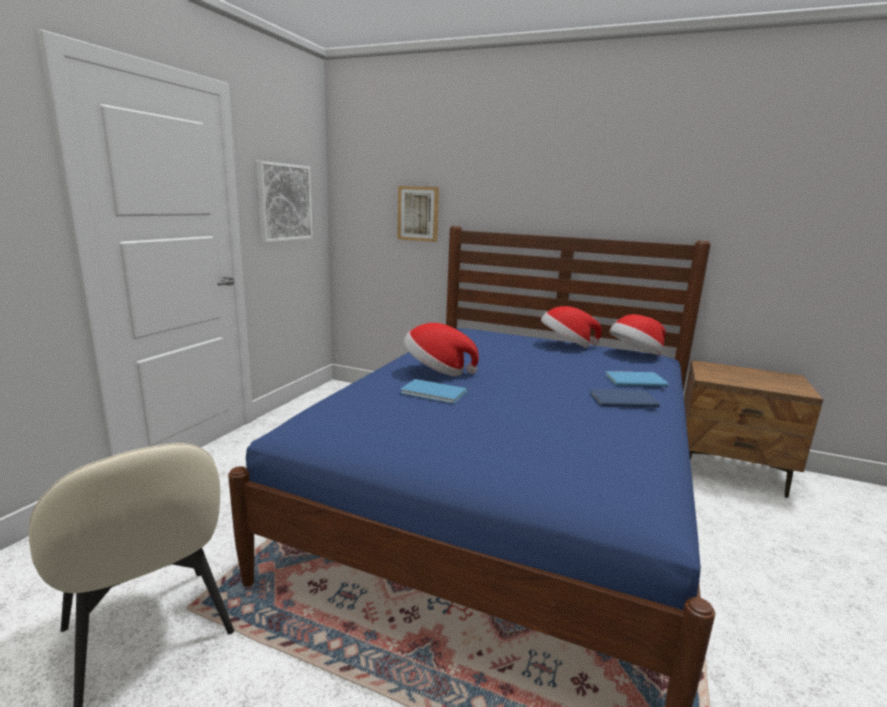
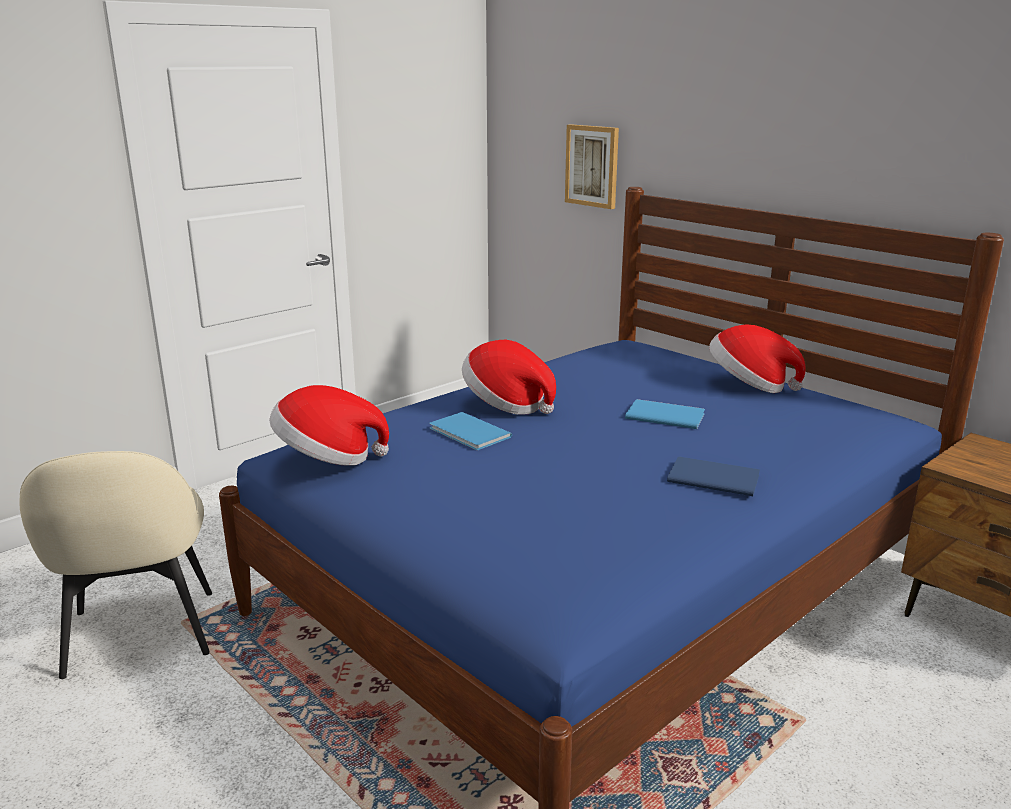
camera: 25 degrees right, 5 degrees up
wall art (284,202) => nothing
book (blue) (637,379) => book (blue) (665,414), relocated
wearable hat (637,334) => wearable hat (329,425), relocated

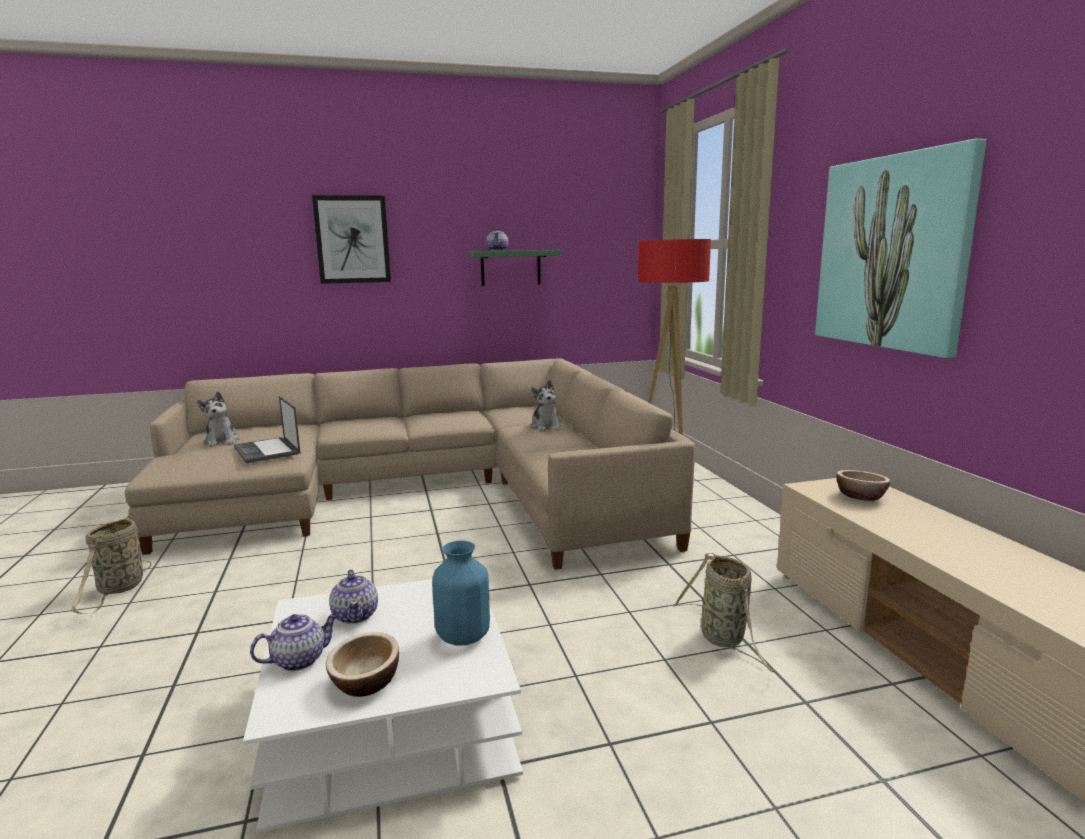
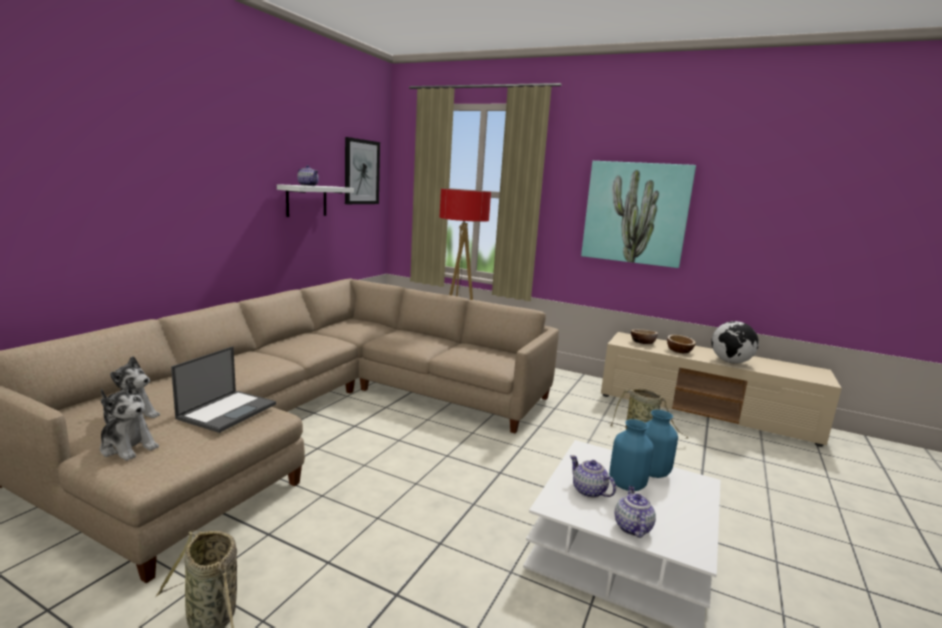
camera: 50 degrees left, 0 degrees up
portable computer (267,429) => portable computer (223,389), 75 degrees counterclockwise
wall art (351,239) => wall art (362,170), relocated
serving bowl (362,664) => serving bowl (681,344), relocated
pot for tea (353,597) => pot for tea (593,476), 150 degrees counterclockwise
shelf (green) (514,268) => shelf (whitish) (315,200)
cuddly toy (546,406) => cuddly toy (129,421), relocated
nothing => decorative vase (blue) (631,455)
nothing => desk globe (735,342)

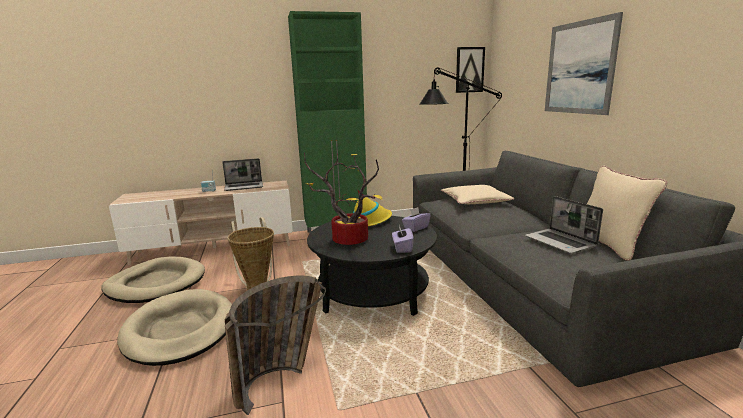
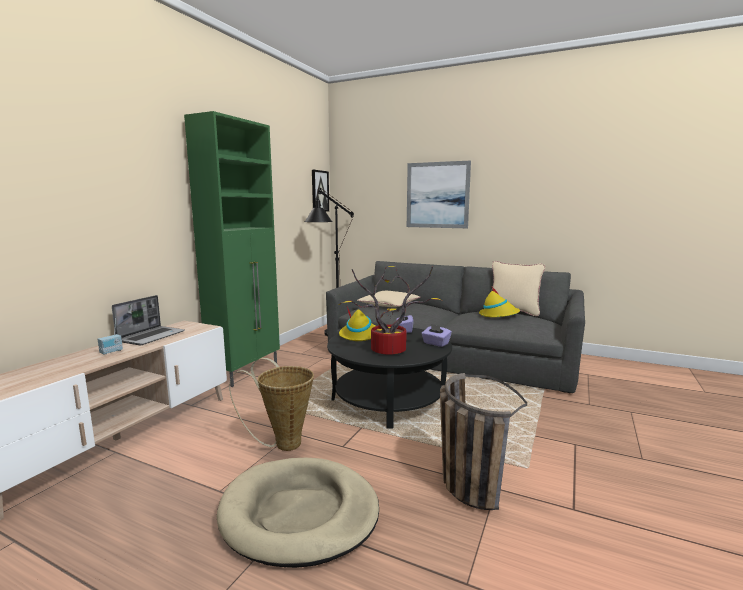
camera: 50 degrees left, 5 degrees down
dog bed (beige) (153,279) => nothing
portable computer (564,225) => wearable hat (yellowish) (499,302)

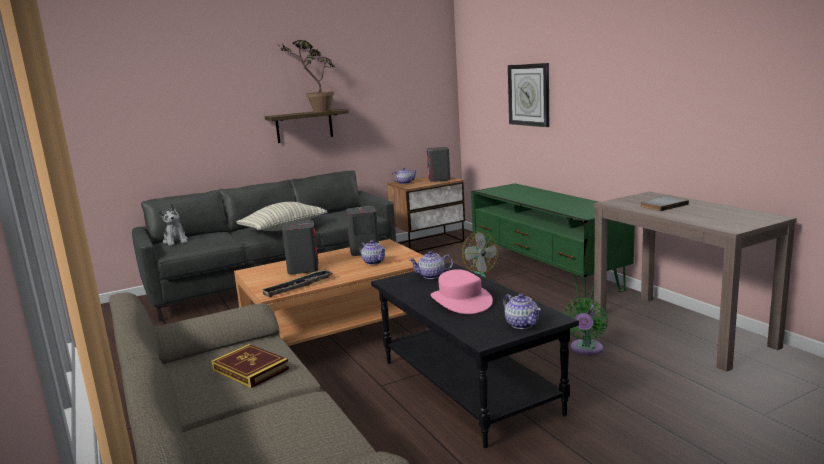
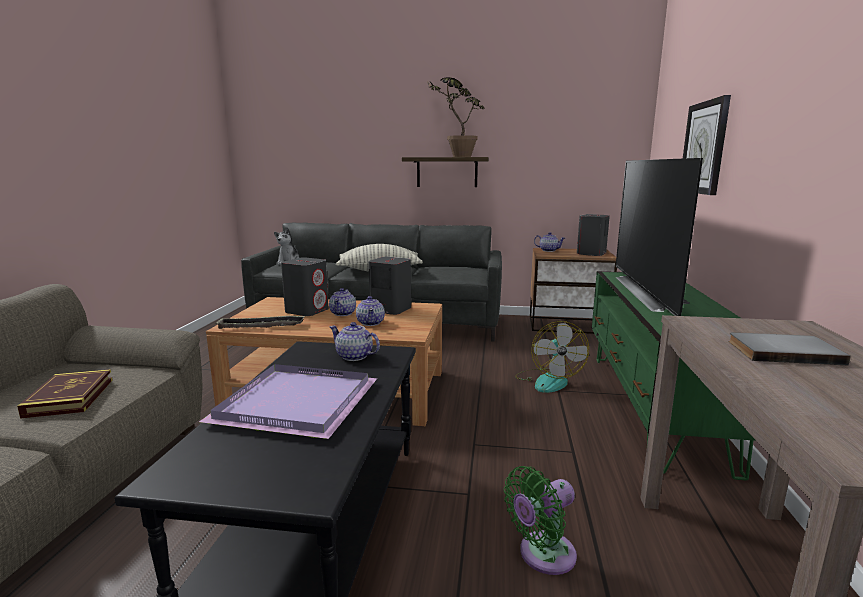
camera: 35 degrees right, 0 degrees up
wearable hat (pinkish) (462,291) => carrying tray (purple) (288,401)
pot for tea (522,311) => pot for tea (342,302), relocated
nothing => TV (659,237)

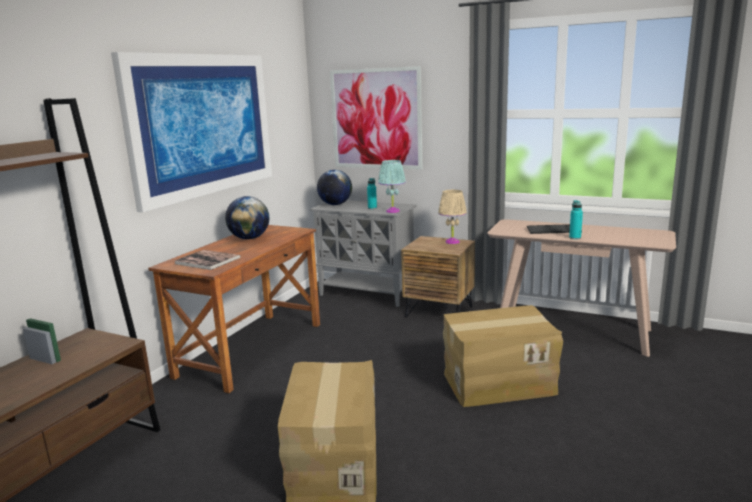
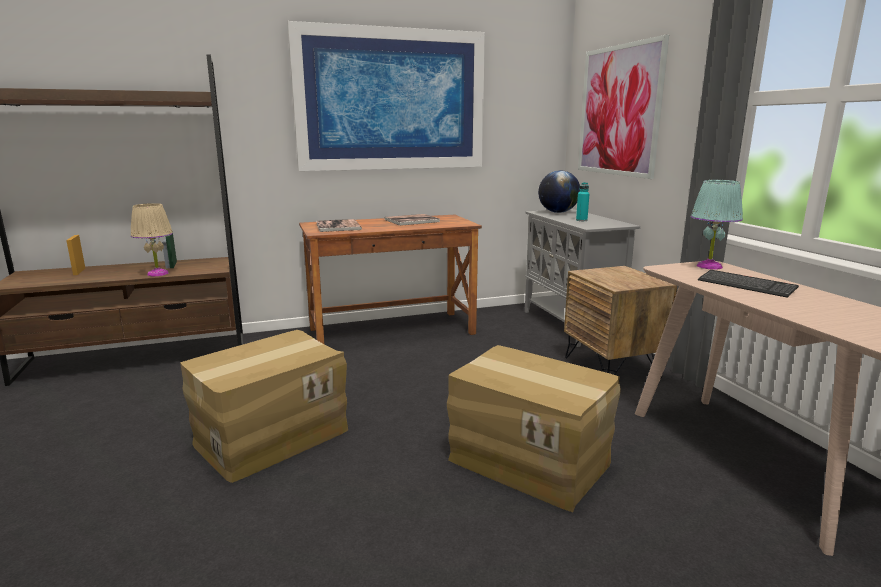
camera: 45 degrees right, 0 degrees up
desk globe (247,218) => book (412,220)
table lamp (turquoise) (392,186) => table lamp (turquoise) (717,225), relocated
table lamp (beige) (452,217) => table lamp (beige) (151,240), relocated
drink bottle (turquoise) (576,219) => nothing

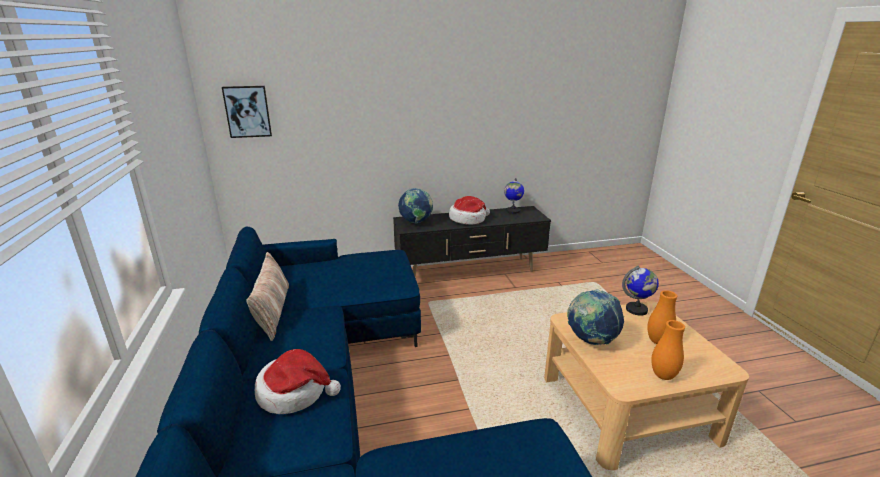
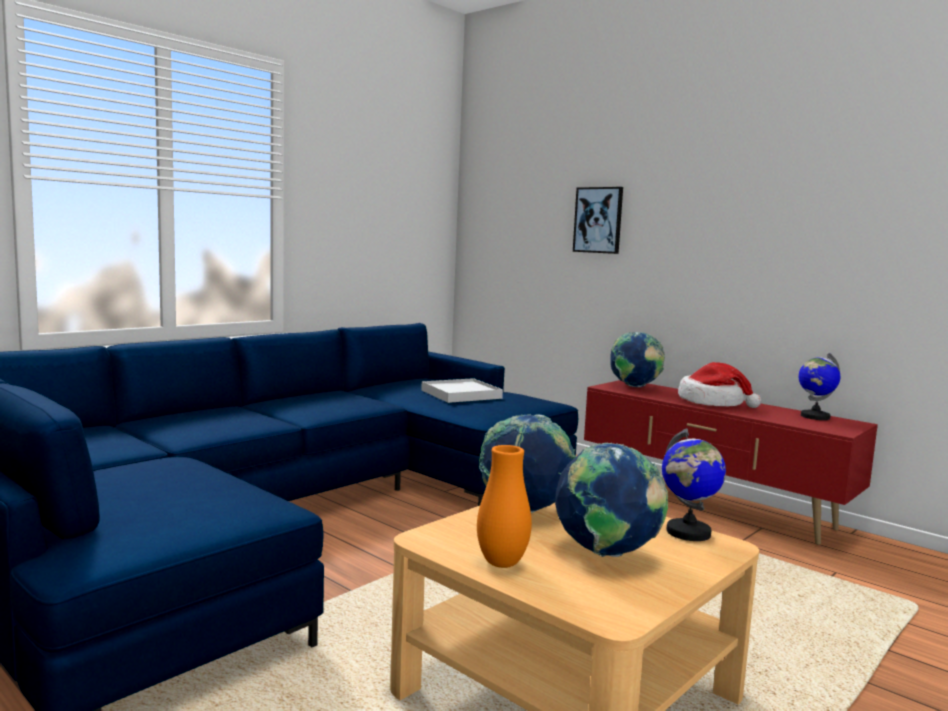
camera: 55 degrees right, 15 degrees down
wall art (247,112) => wall art (598,220), relocated
cushion (268,296) => nothing
wearable hat (298,381) => nothing
tv unit (black-coloured) (472,241) => tv unit (reddish) (731,462)
decorative vase (orange-coloured) (662,317) => desk globe (611,499)
nothing => carrying tray (whitish) (462,390)

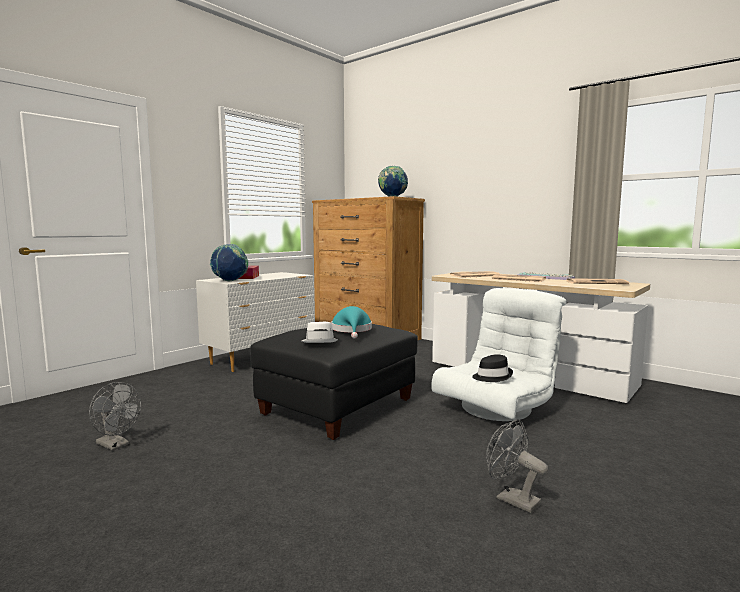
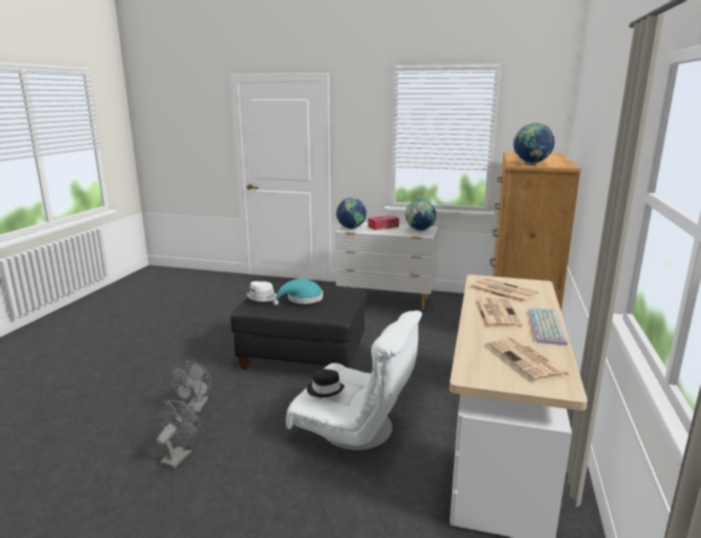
camera: 65 degrees right, 10 degrees up
fan (greyish) (115,416) => fan (greyish) (190,387), relocated
nothing => desk globe (420,215)

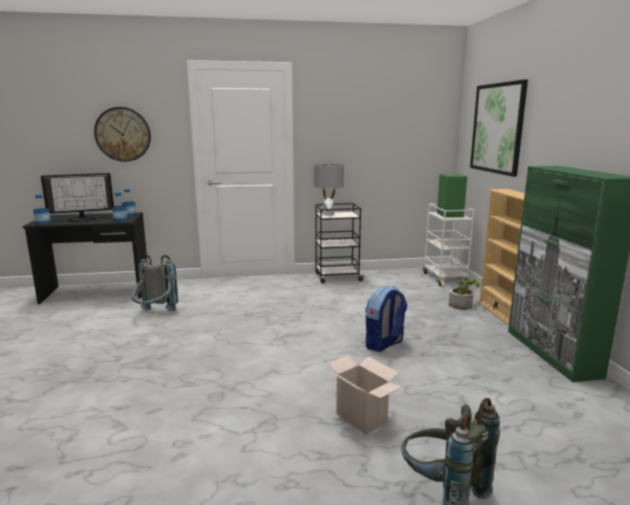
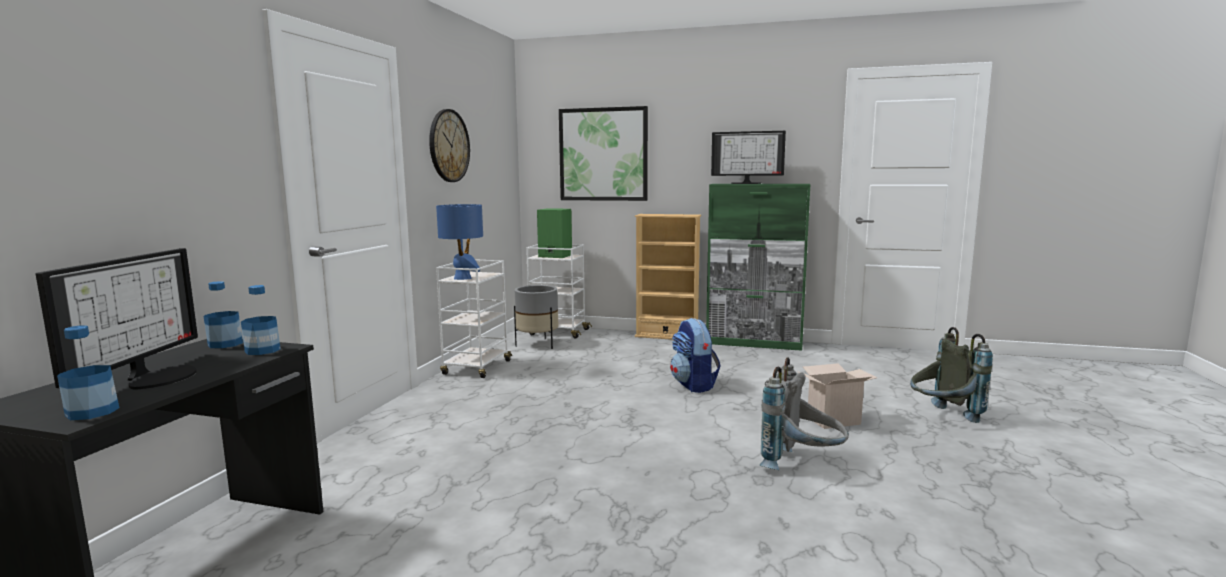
camera: 65 degrees left, 5 degrees down
clock on the wall (122,134) => clock on the wall (449,145), relocated
backpack (greyish) (155,283) => backpack (greyish) (804,413), relocated
table lamp (greyish) (329,190) => table lamp (blue) (459,242)
trolley (black-coloured) (339,243) => trolley (whitish) (474,318)
houseplant (465,295) => nothing
nothing => flower pot (greyish) (536,317)
nothing => monitor (748,157)

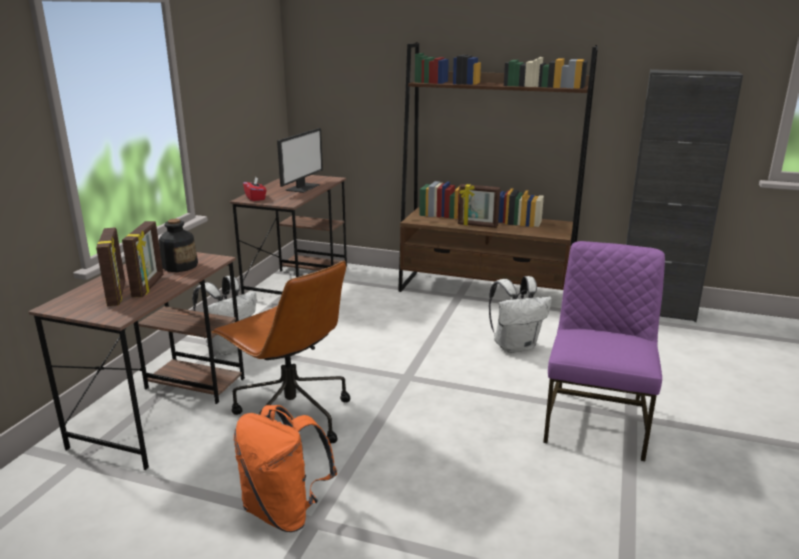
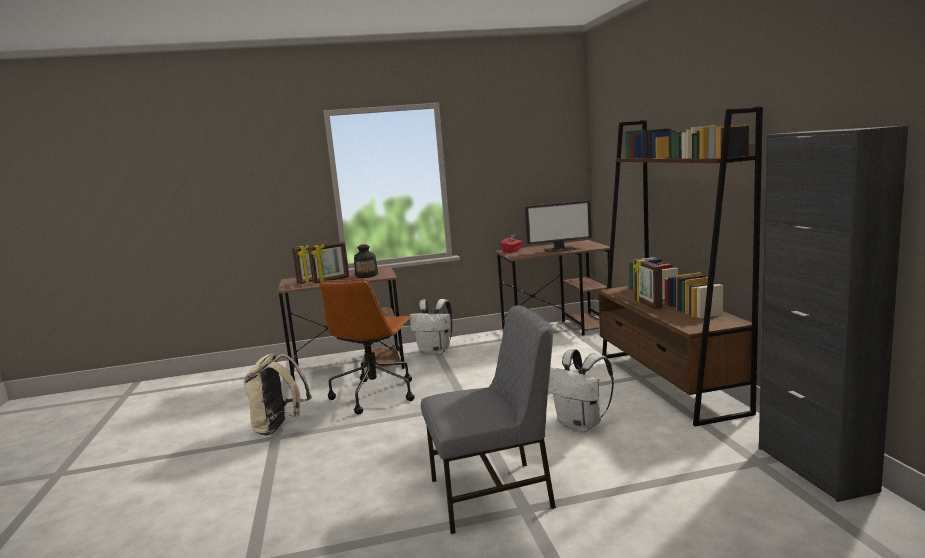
camera: 60 degrees right, 10 degrees down
backpack (orange-coloured) (285,468) => backpack (beige) (277,394)
plain chair (purple) (604,351) => plain chair (greyish) (488,419)

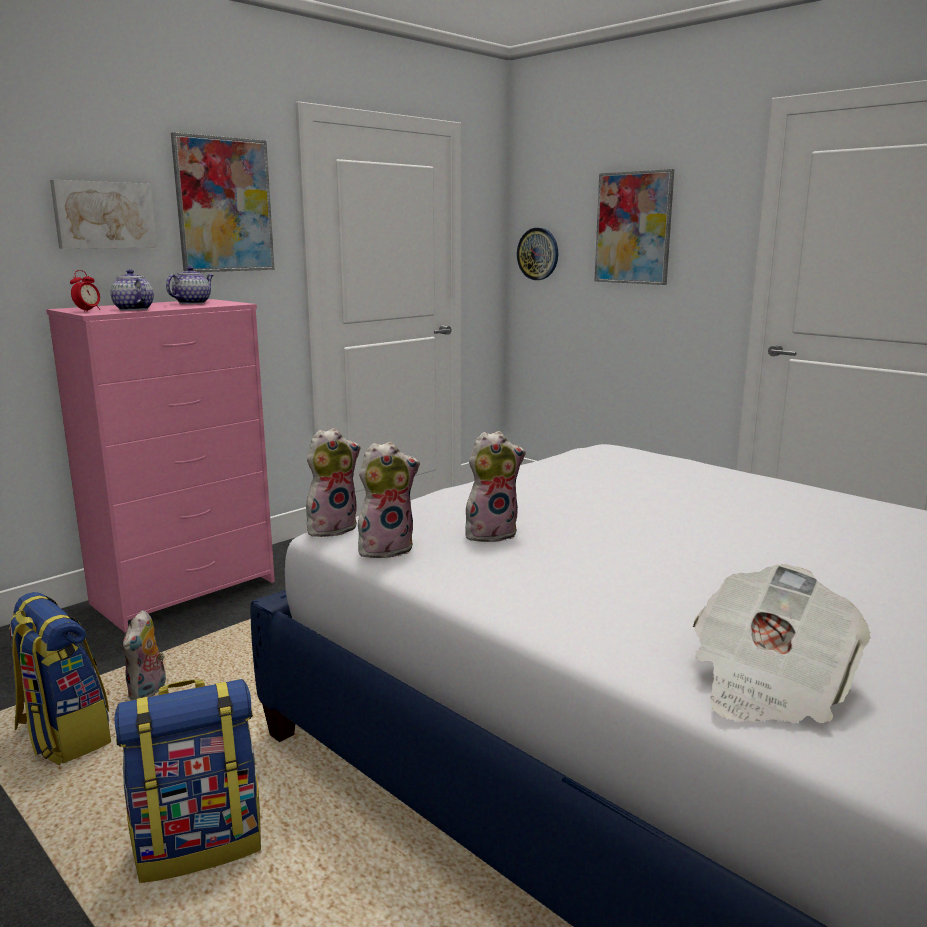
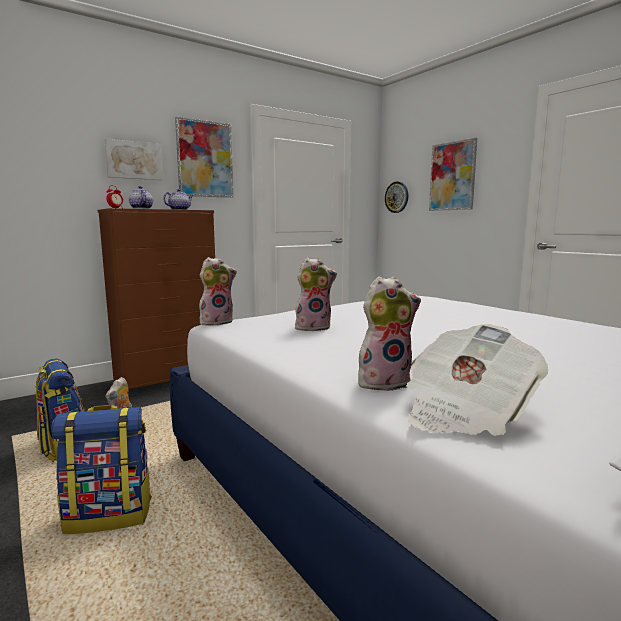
camera: 10 degrees right, 5 degrees down
chest of drawers (pinkish) (160,466) => chest of drawers (brown) (156,298)
cuddly toy (389,500) => cuddly toy (389,333), relocated

